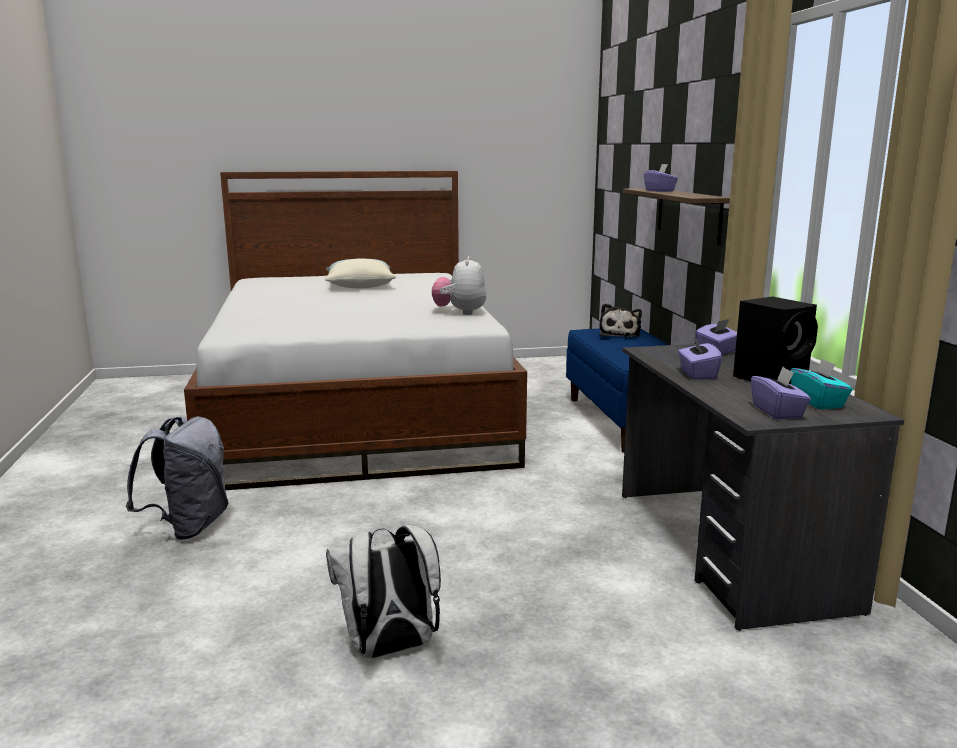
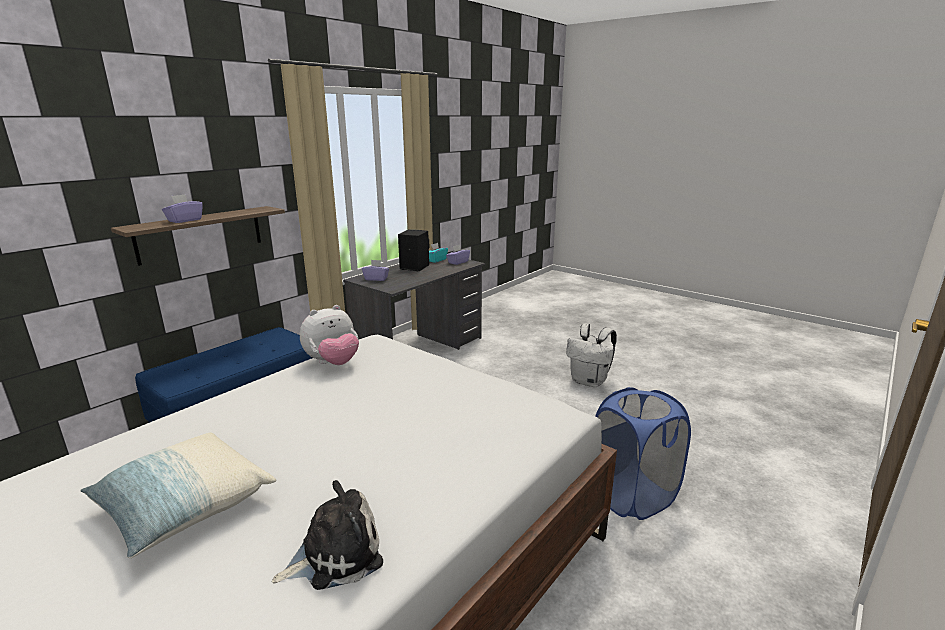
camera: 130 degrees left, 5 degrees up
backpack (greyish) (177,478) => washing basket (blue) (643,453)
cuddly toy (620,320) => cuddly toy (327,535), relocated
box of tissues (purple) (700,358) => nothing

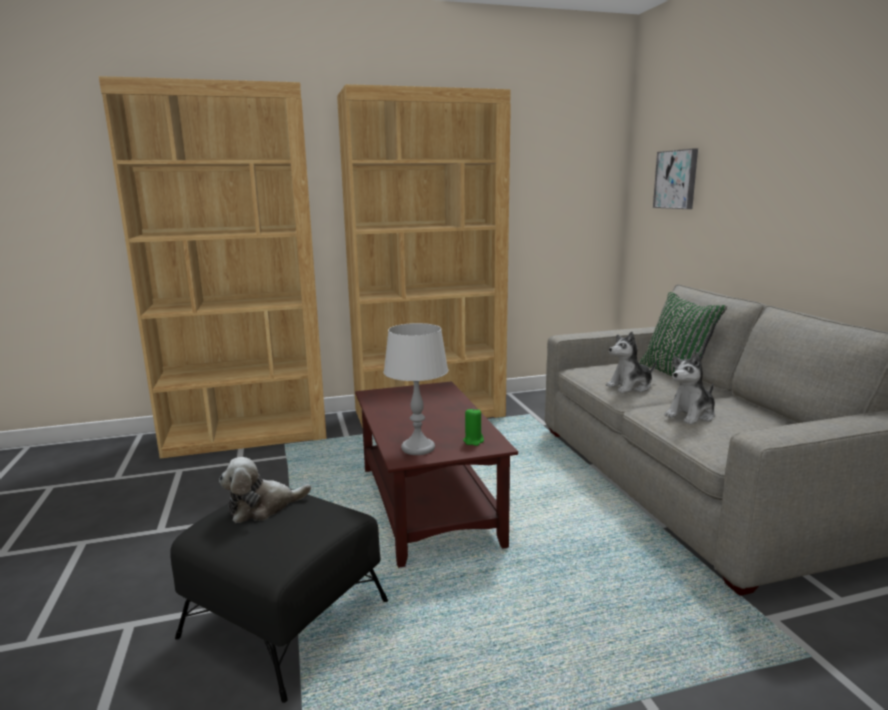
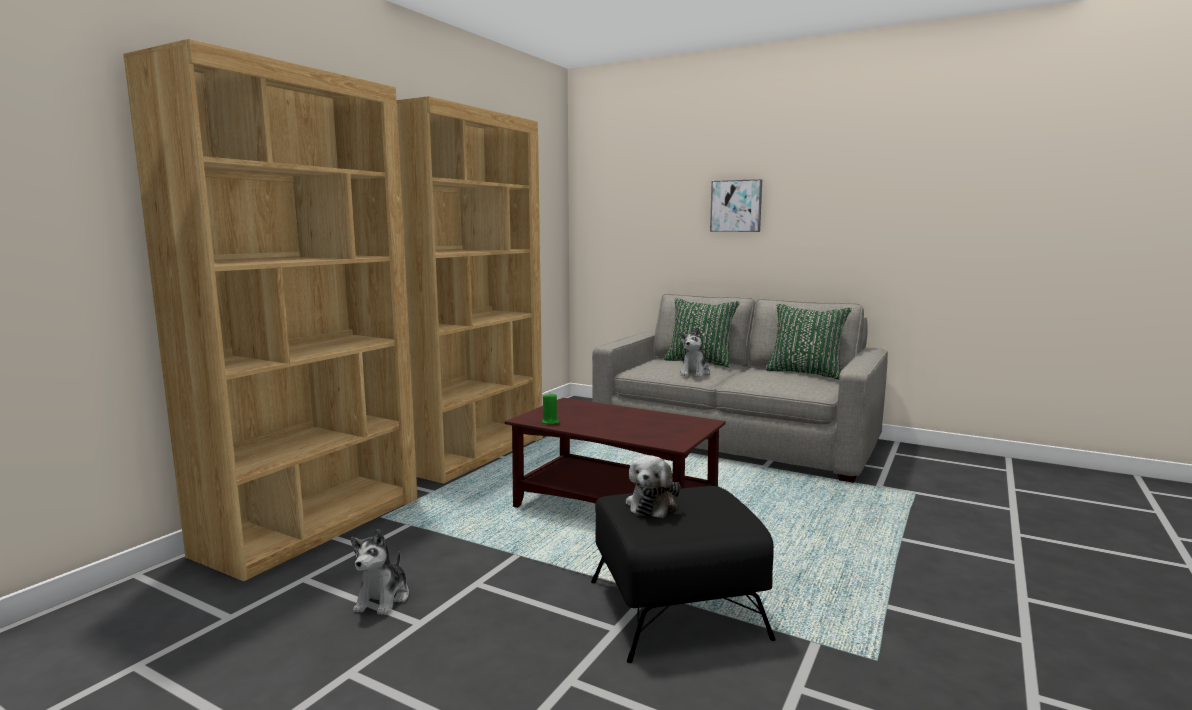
camera: 45 degrees left, 5 degrees down
table lamp (greyish) (416,389) => nothing
wax light (green) (473,427) => wax light (green) (550,409), relocated
wall art (675,178) => wall art (736,205), relocated
cuddly toy (689,388) => cuddly toy (380,572), relocated
nothing => cushion (green) (808,342)

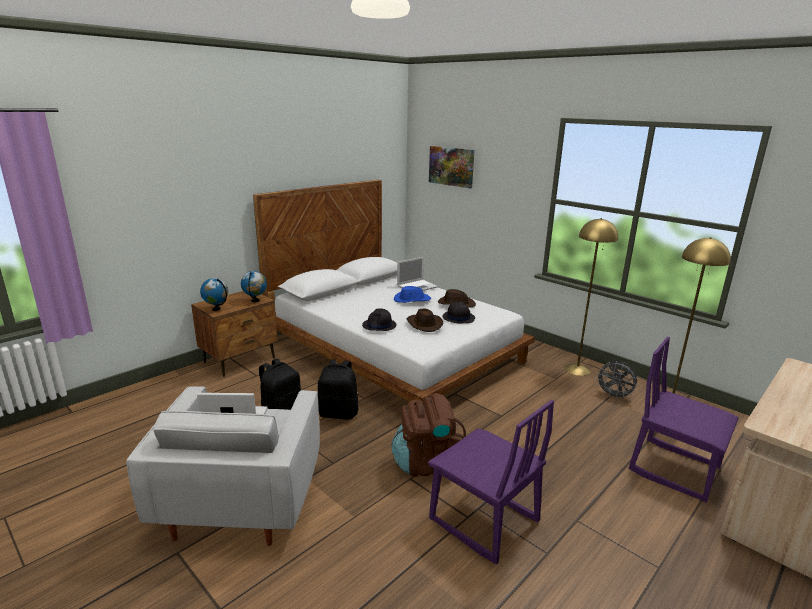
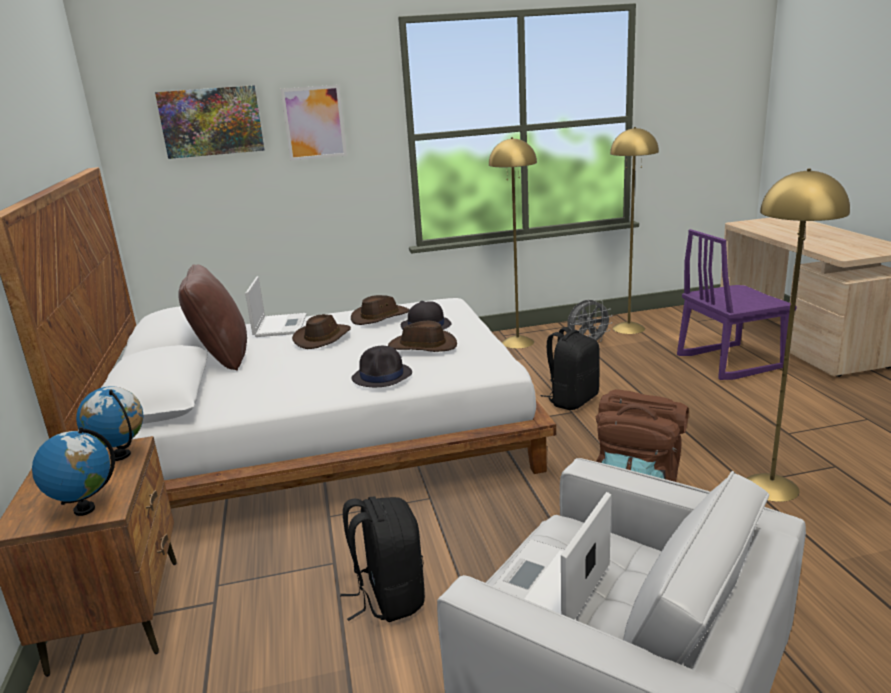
camera: 55 degrees left, 0 degrees up
backpack (black-coloured) (338,389) => backpack (black-coloured) (570,368), relocated
wearable hat (blue) (412,294) => wearable hat (brown) (321,331)
plain chair (purple) (491,482) => floor lamp (yellowish) (798,335)
nothing => cushion (brown) (212,317)
nothing => wall art (313,123)

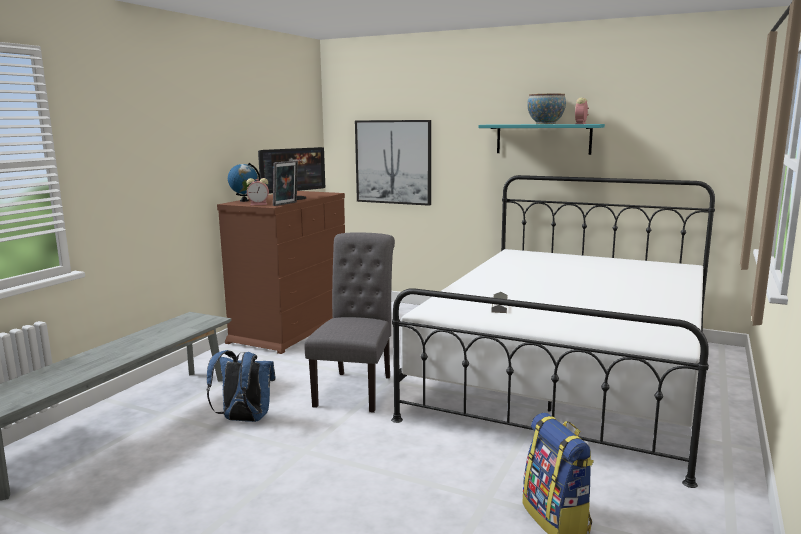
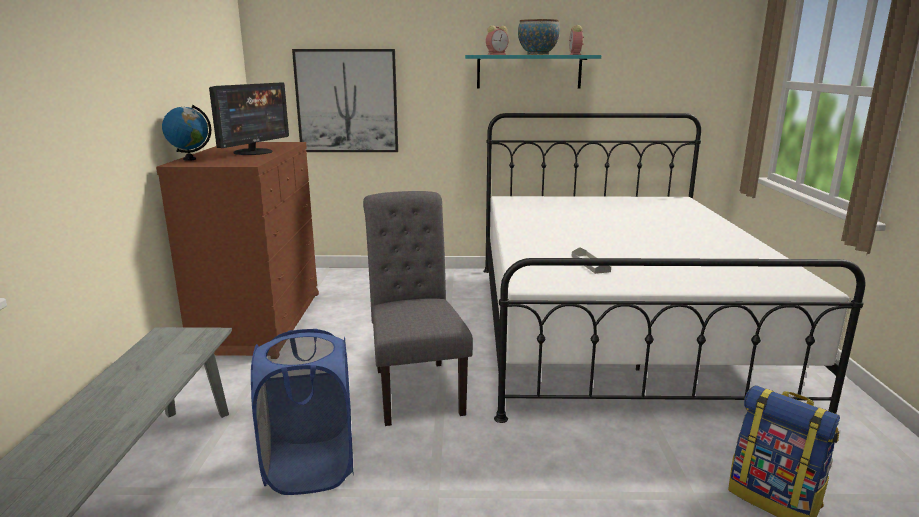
camera: 25 degrees left, 5 degrees up
backpack (blue) (241,386) => washing basket (blue) (302,412)
bedside clock (257,191) => bedside clock (497,40), relocated
photo frame (285,183) => nothing

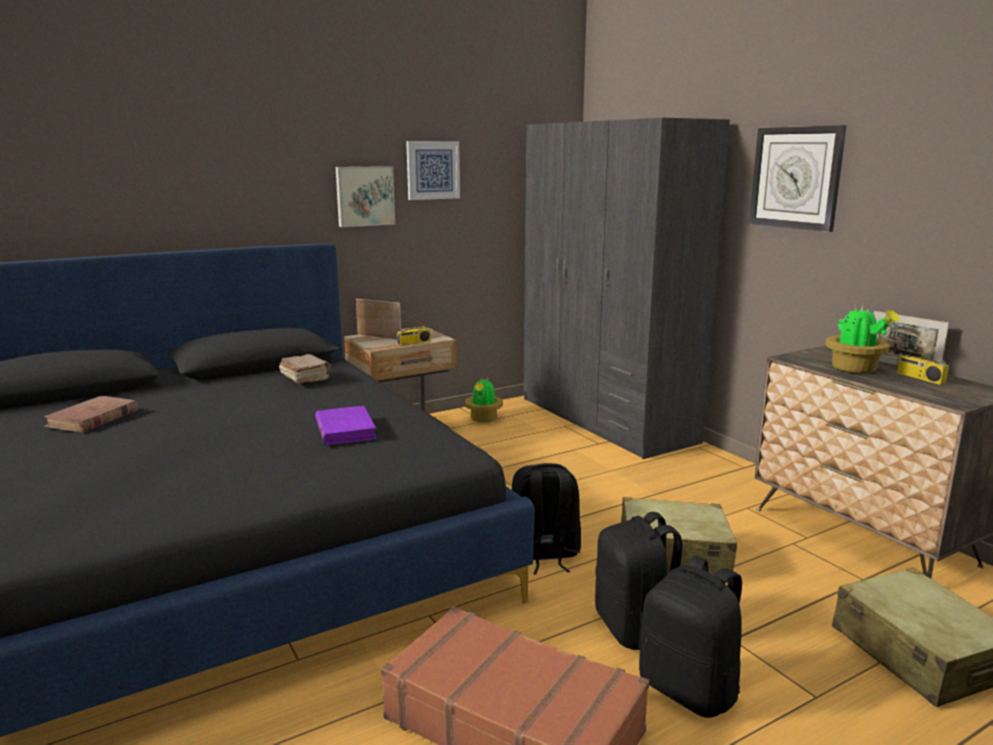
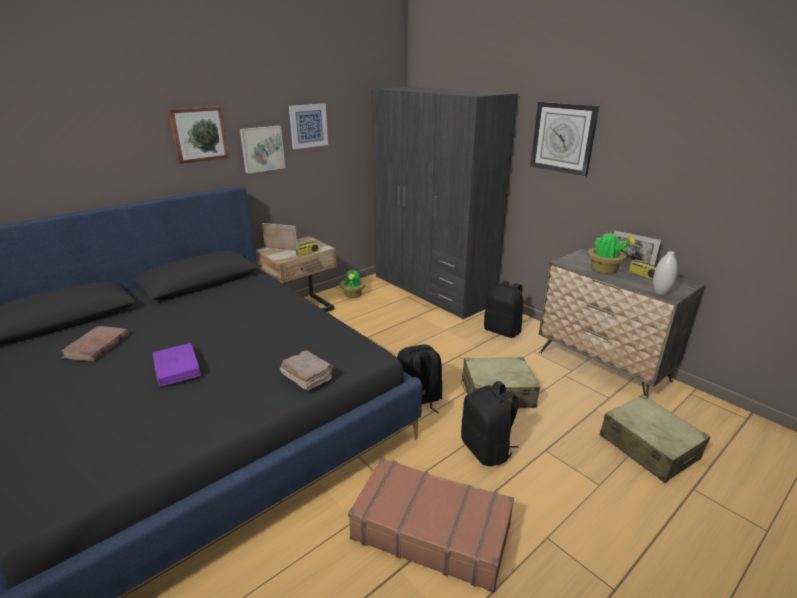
camera: 10 degrees left, 10 degrees up
book (brown) (305,369) => book (brown) (307,370), relocated
book (purple) (346,425) => book (purple) (176,365), relocated
backpack (black-coloured) (690,636) => backpack (black-coloured) (503,309), relocated
nothing => wall art (198,135)
nothing => decorative vase (whitish) (665,273)

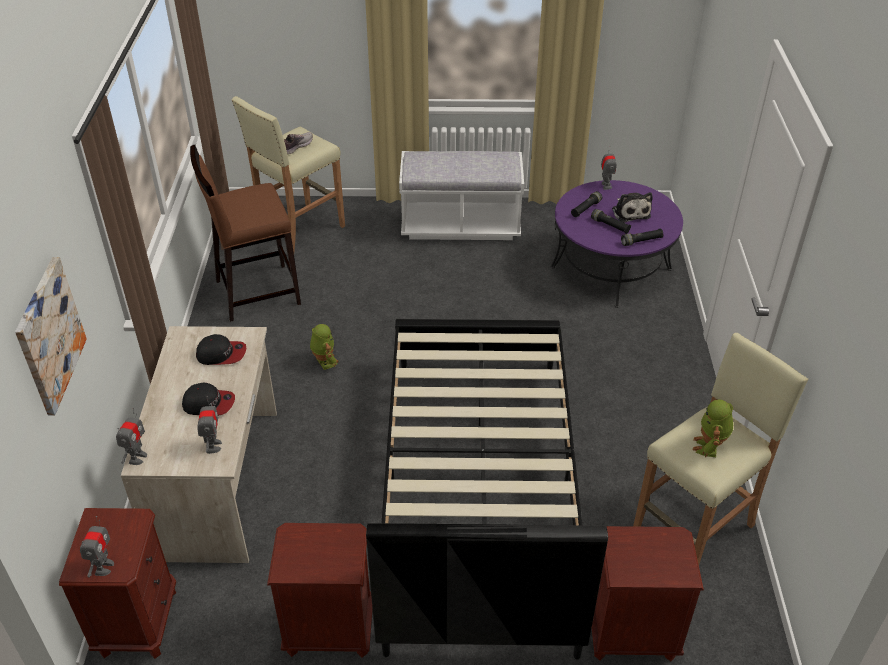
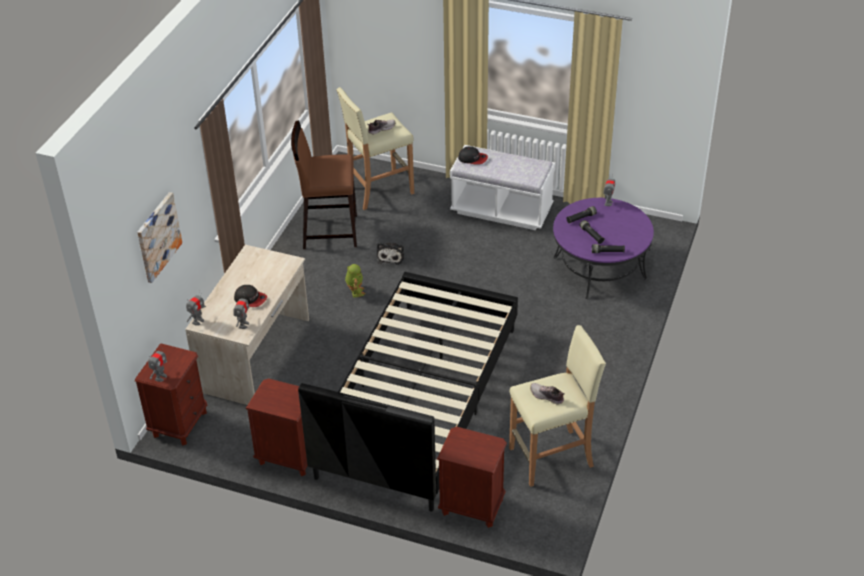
camera: 20 degrees right, 0 degrees up
baseball cap (221,349) => baseball cap (473,155), relocated
cuddly toy (632,207) => cuddly toy (390,253), relocated
model robot (713,428) => item of footwear (547,394)

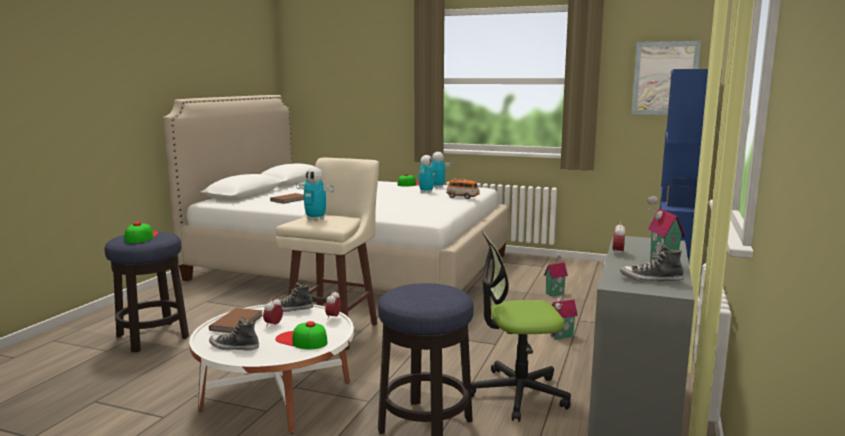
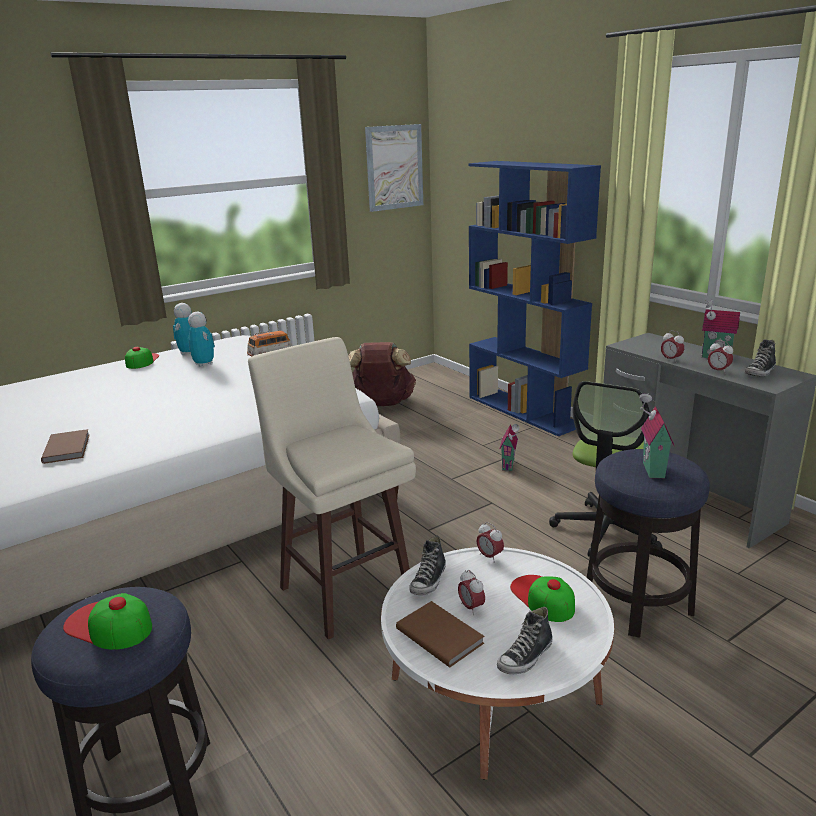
camera: 55 degrees left, 10 degrees up
baseball cap (301,335) => baseball cap (542,598), 90 degrees clockwise
model robot (315,194) => nothing
model house (556,275) => model house (656,435), relocated
nothing => backpack (brown) (382,374)
nothing => bedside clock (720,357)

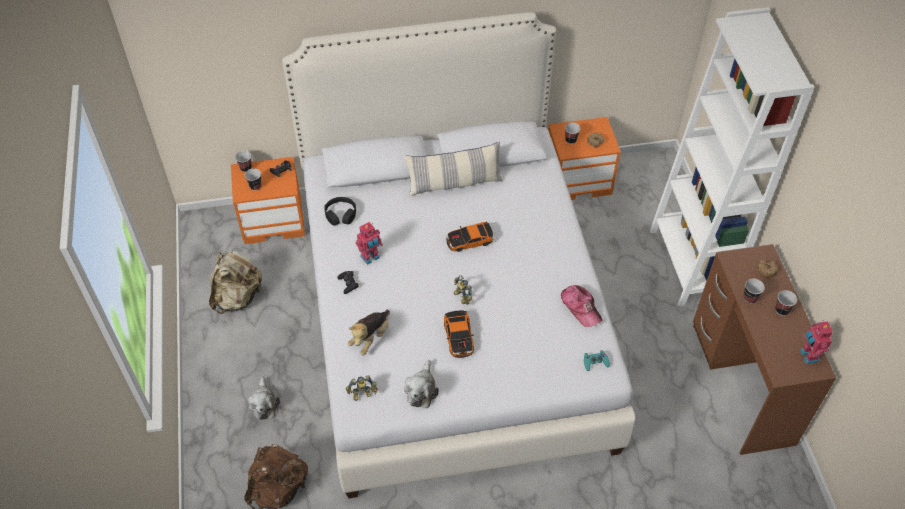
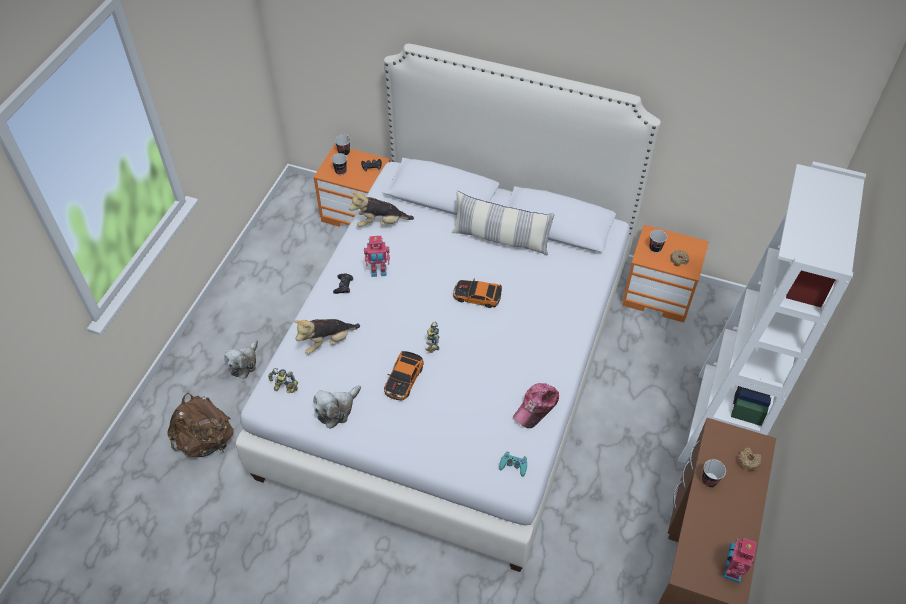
camera: 30 degrees right, 0 degrees up
backpack (beige) (235,282) => nothing
pair of headphones (black-coloured) (340,211) => cuddly toy (381,209)
baseball cap (582,306) => baseball cap (536,405), 45 degrees clockwise
cup (786,303) => nothing

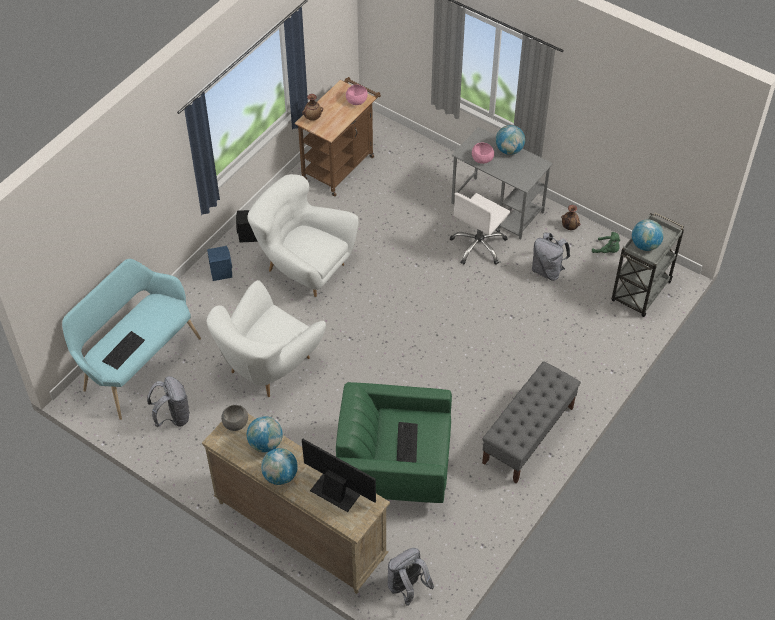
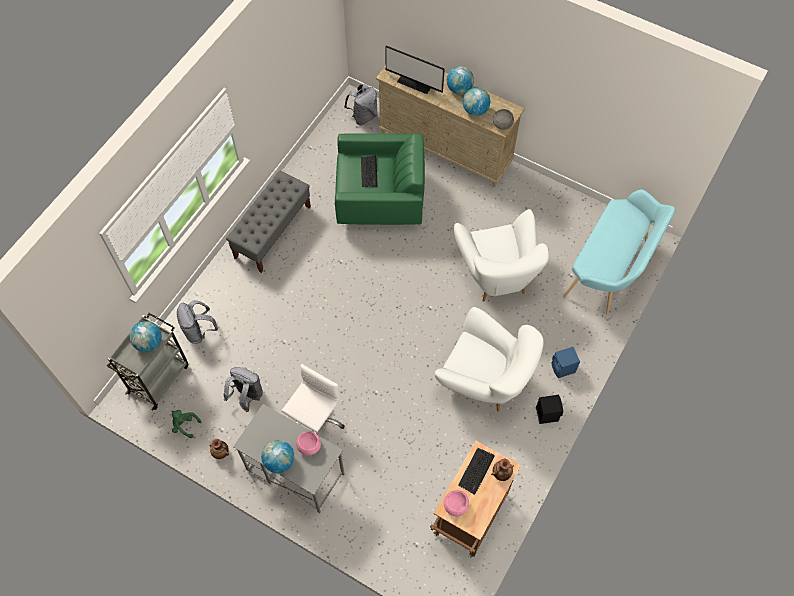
camera: 175 degrees right, 10 degrees up
computer keyboard (123,350) => computer keyboard (476,471), relocated
backpack (greyish) (168,401) => backpack (greyish) (197,322), relocated
armchair (whitish) (266,338) => armchair (whitish) (501,255), 135 degrees clockwise

